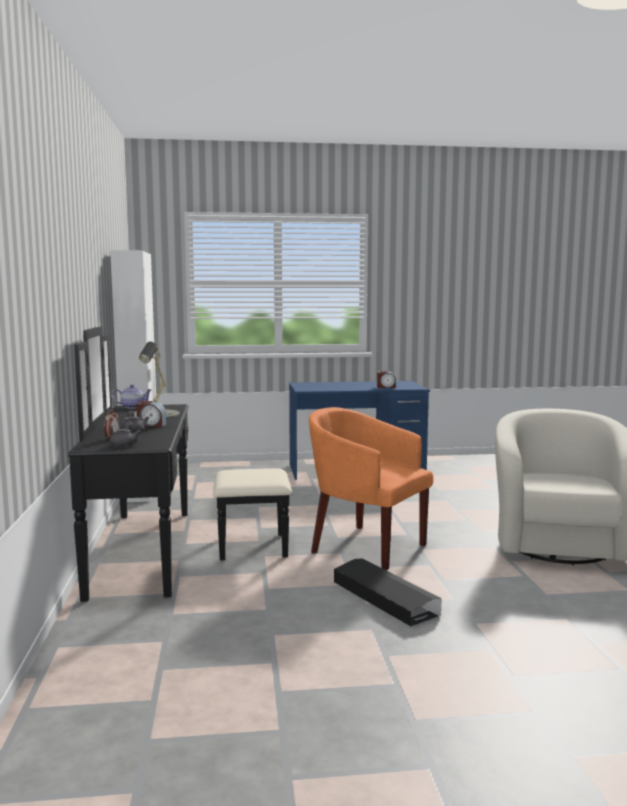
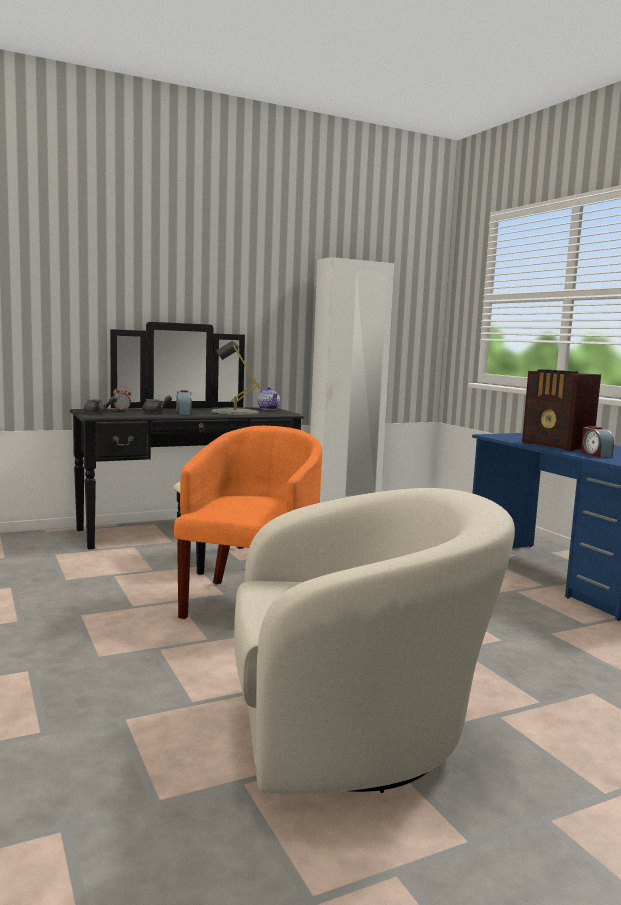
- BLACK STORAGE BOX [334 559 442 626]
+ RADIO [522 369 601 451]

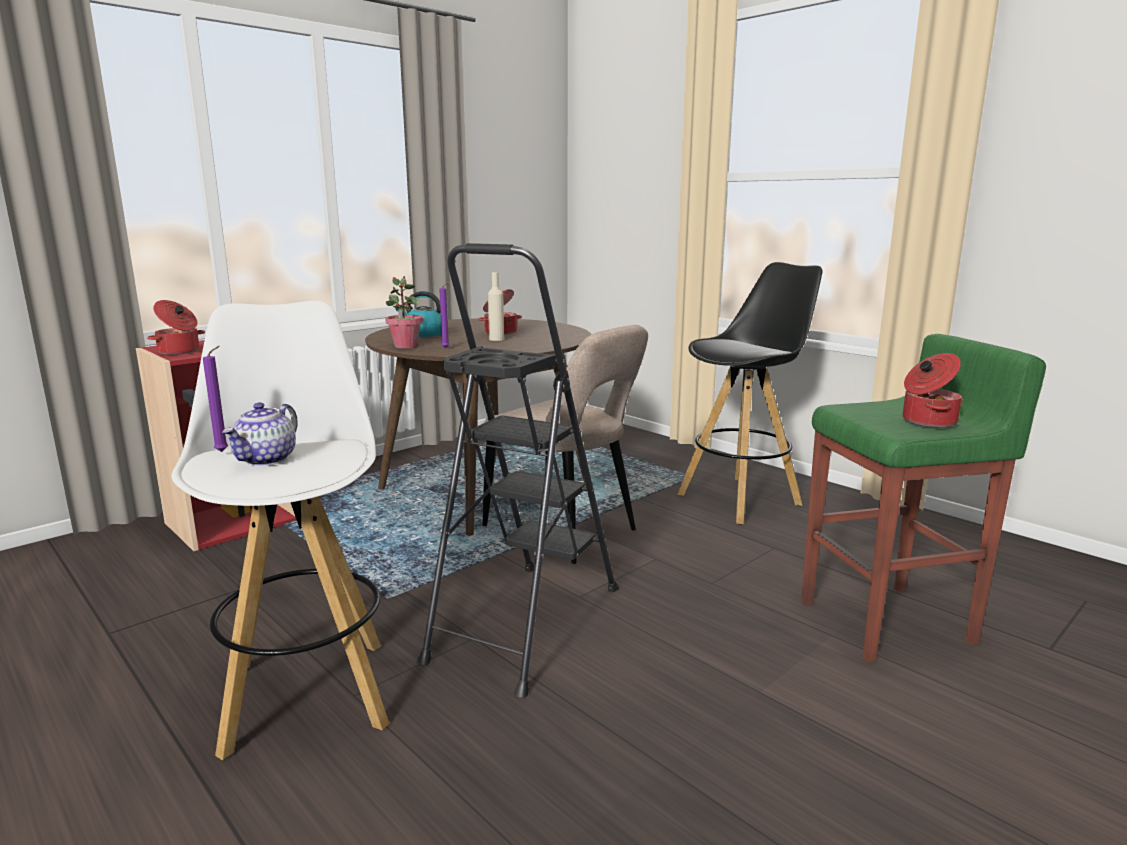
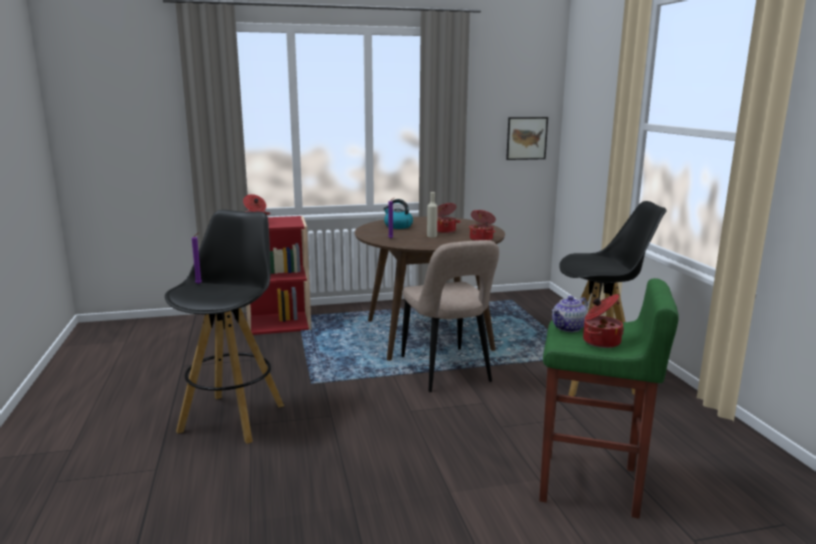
- STEP LADDER [417 243 619 698]
- POTTED PLANT [385 276 423 348]
~ WHITE STOOL [171 301 389 760] to BLACK STOOL [165 210 284 444]
~ TEAPOT [222 403 298 466] to [552 296 588 332]
+ PICTURE [506 117 548 160]
+ COOKING POT [469 210 496 241]

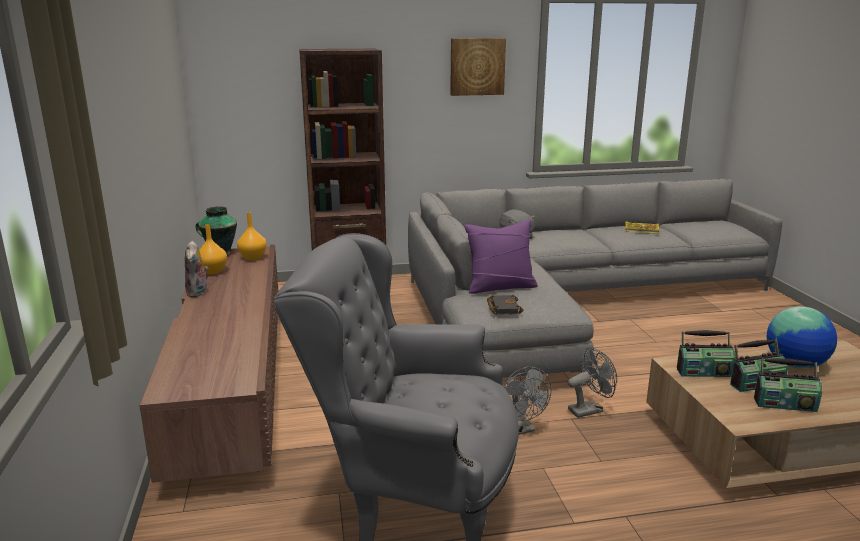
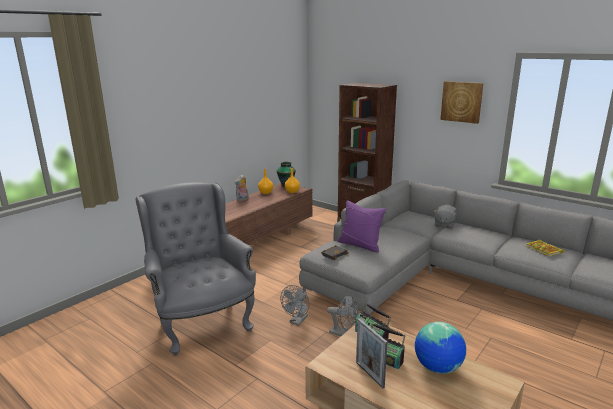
~ RADIO [754 358 822 412] to PICTURE FRAME [356 318 387 388]

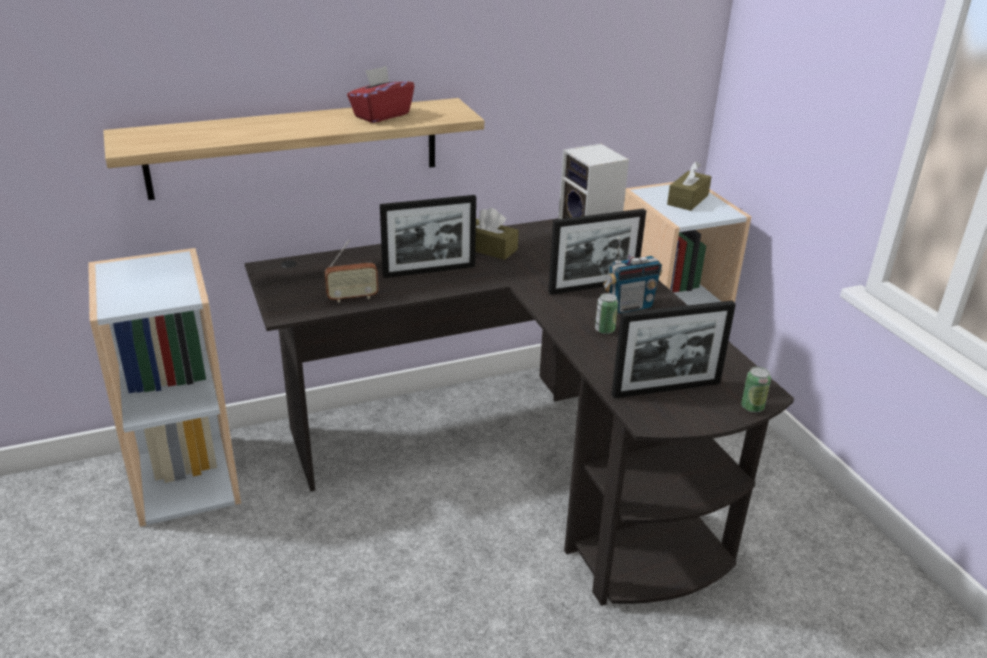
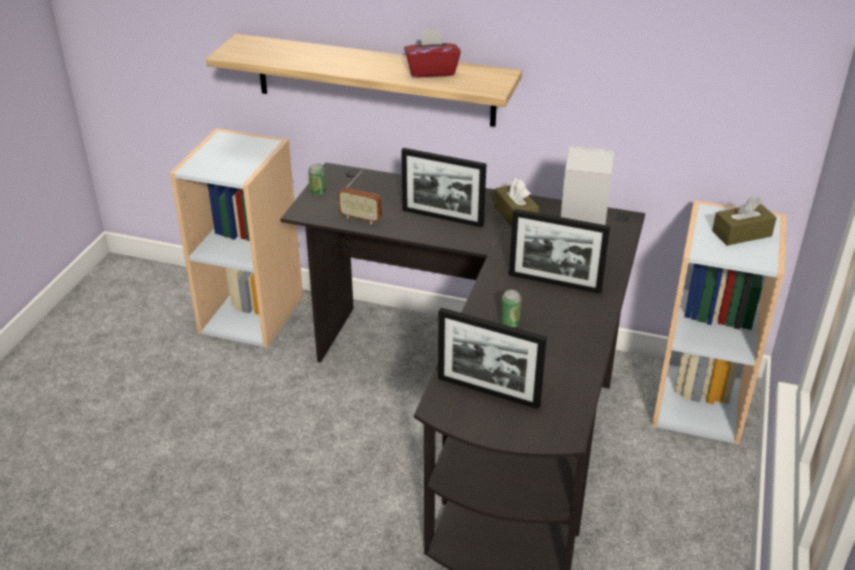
- RADIO [603 237 662 314]
~ CAN [741 366 771 413] to [308 163 326 196]

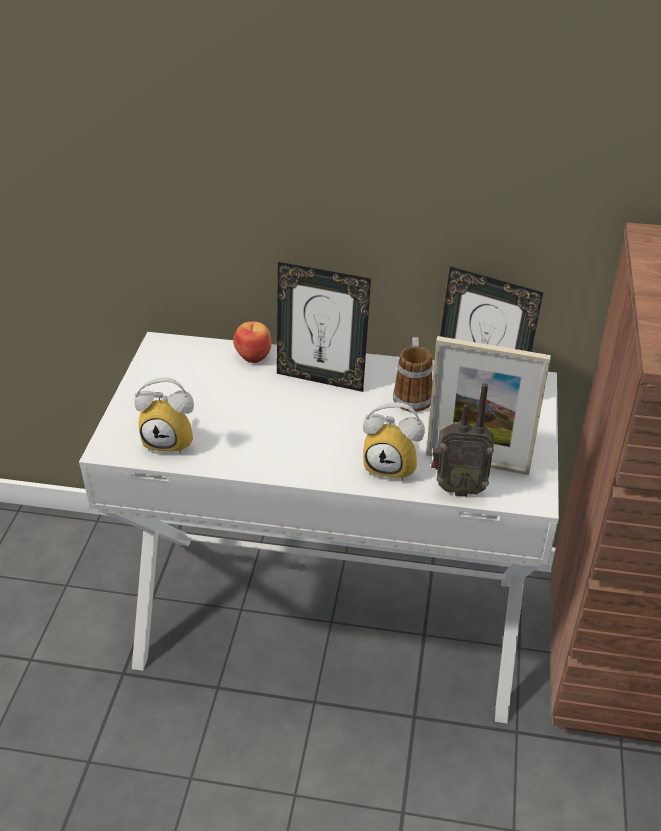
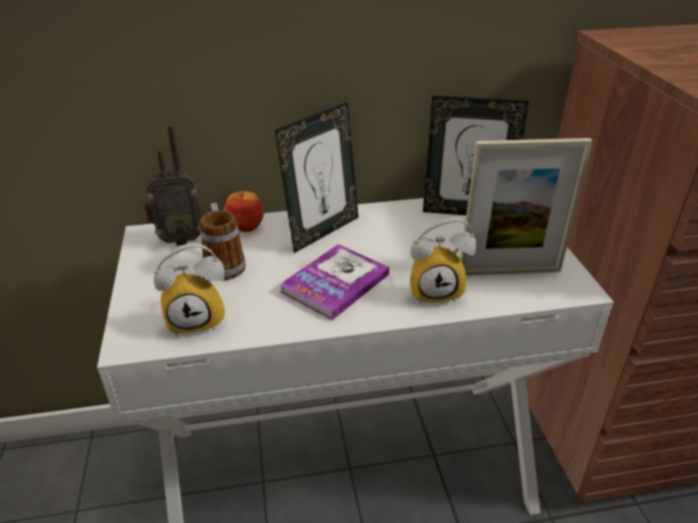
~ PICTURE FRAME [277 262 371 392] = [275 102 359 253] 45 degrees counterclockwise
~ MUG [393 337 433 412] to [200 203 246 280]
~ RADIO [431 383 494 497] to [143 125 201 246]
+ BOOK [279 244 389 320]

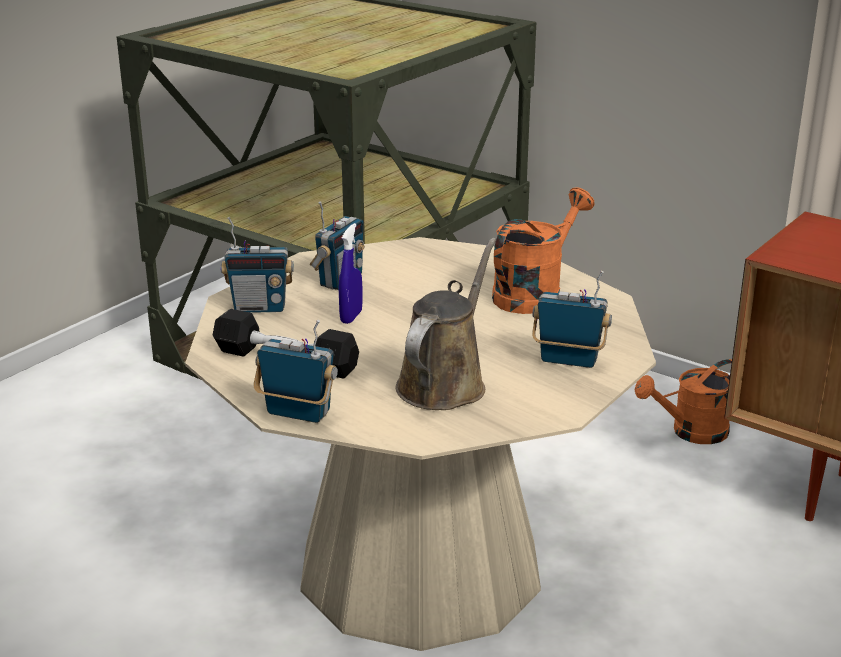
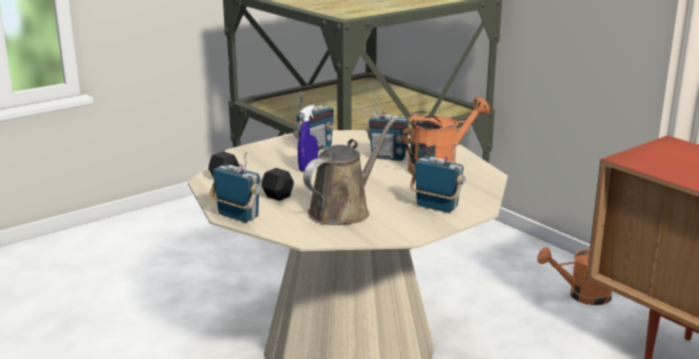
~ RADIO [220 217 294 313] to [365 94 412 161]

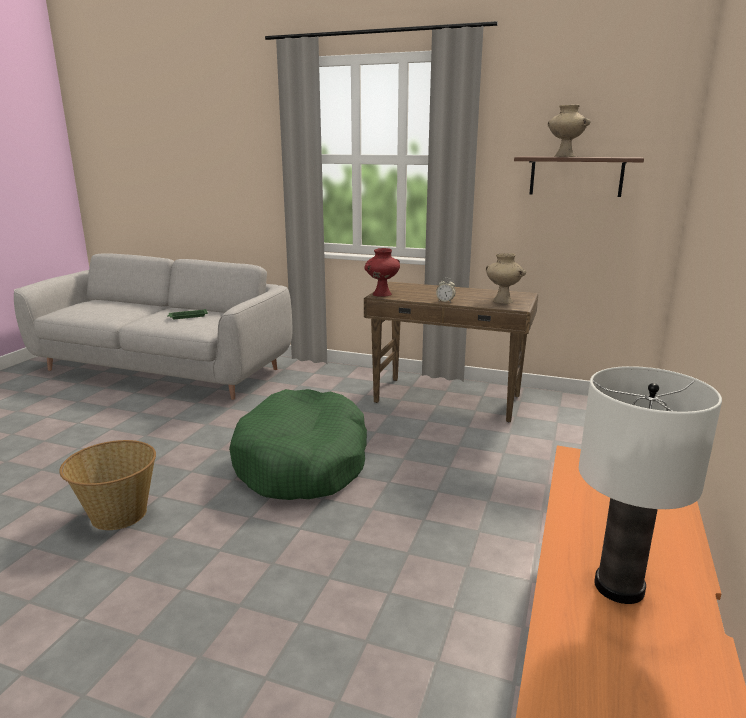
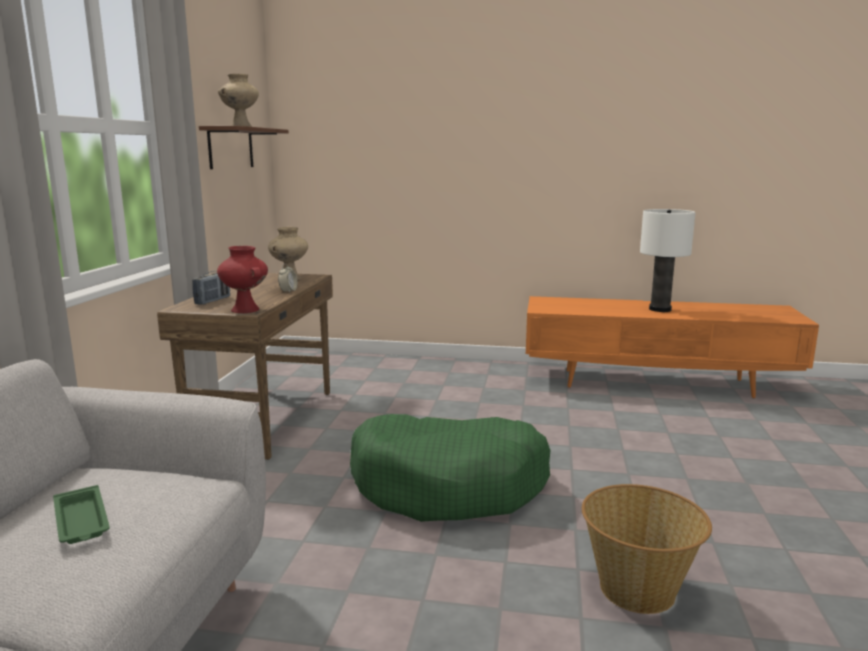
+ RADIO [192 271 230 305]

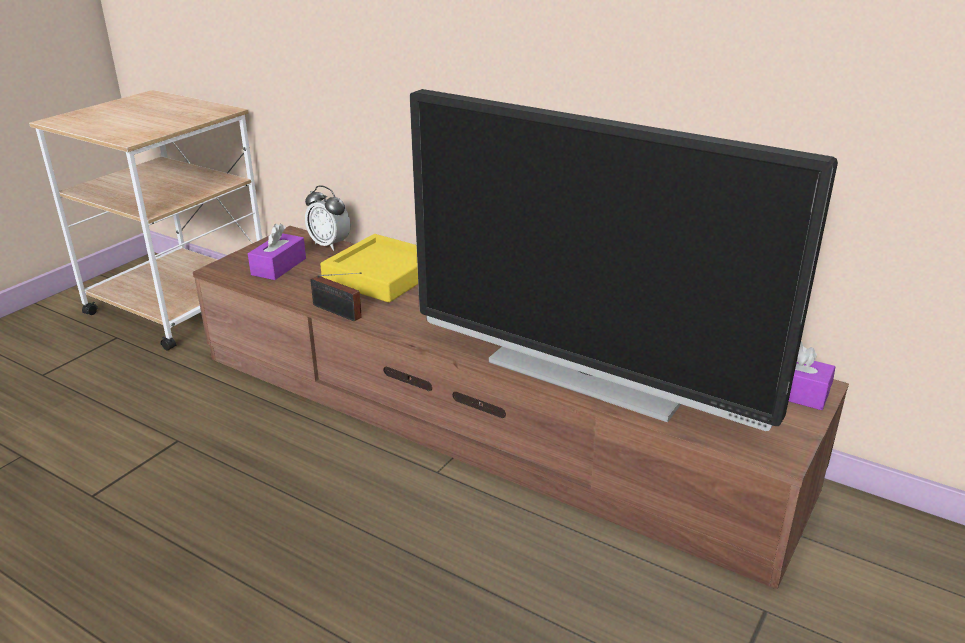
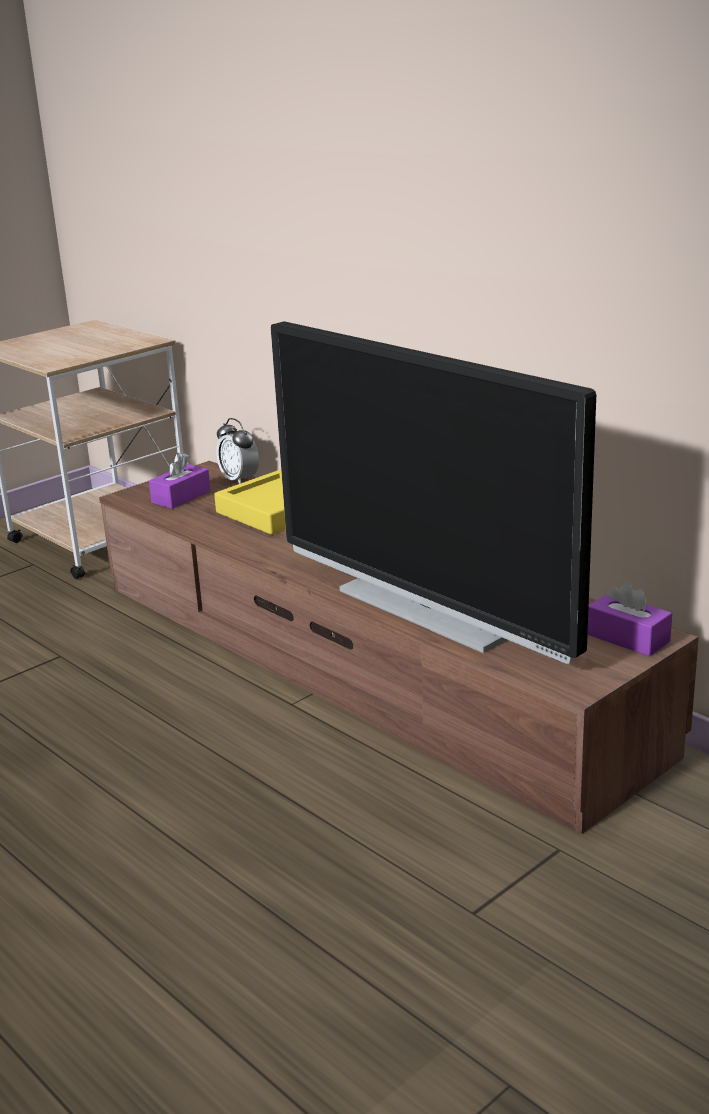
- RADIO [310 273 362 321]

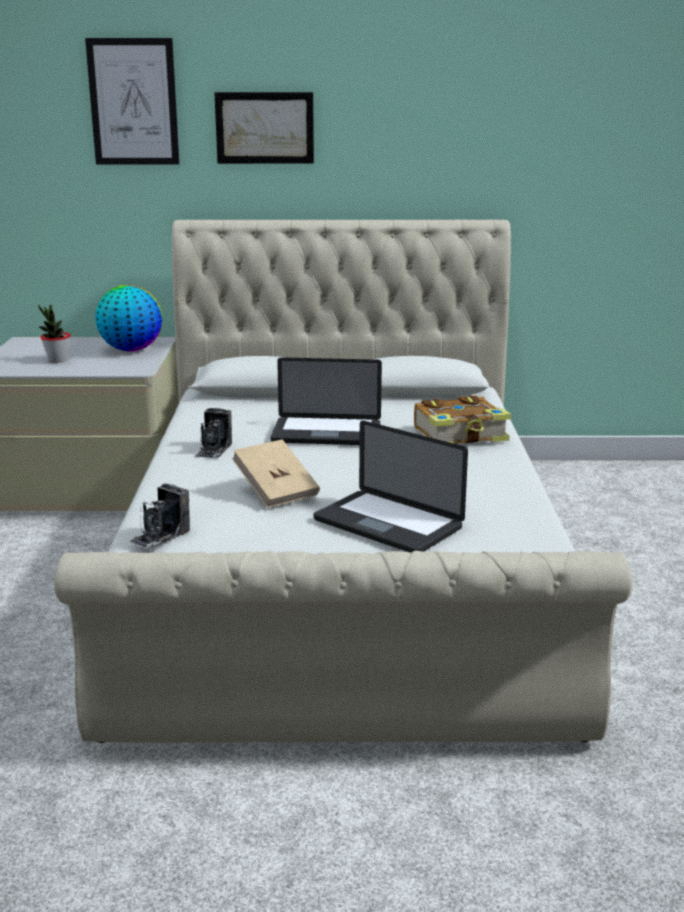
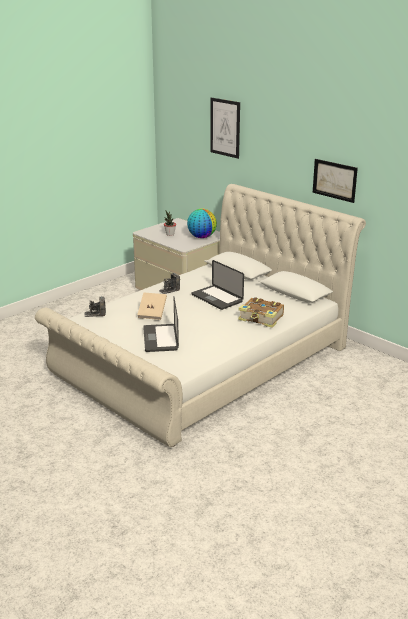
~ PICTURE [214 92 314 164] to [313 159 358 203]

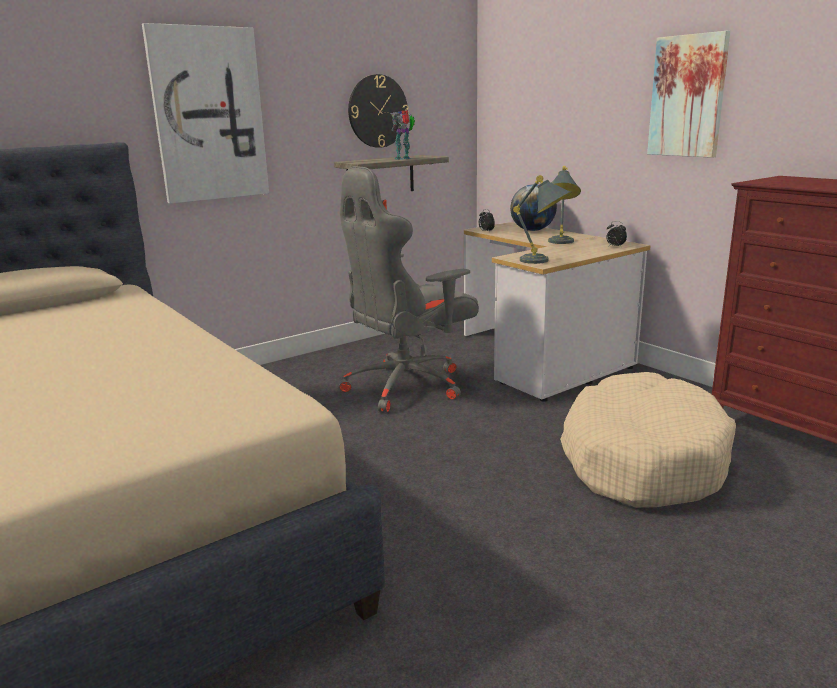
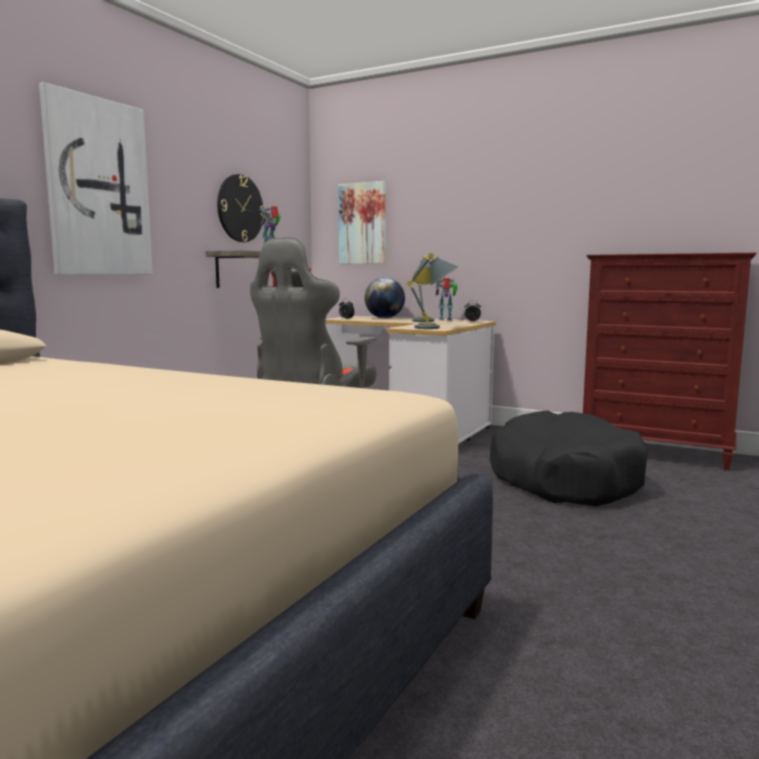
~ PICTURE [647 31 730 158] to [338 181 386 264]
~ BEIGE DOG BED [560 372 736 508] to BLACK DOG BED [490 410 648 506]
+ TOY ROBOT [436 278 458 320]

